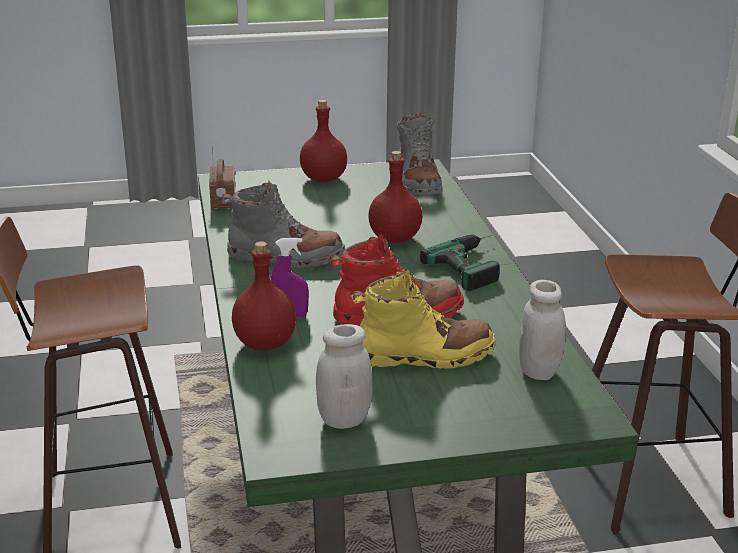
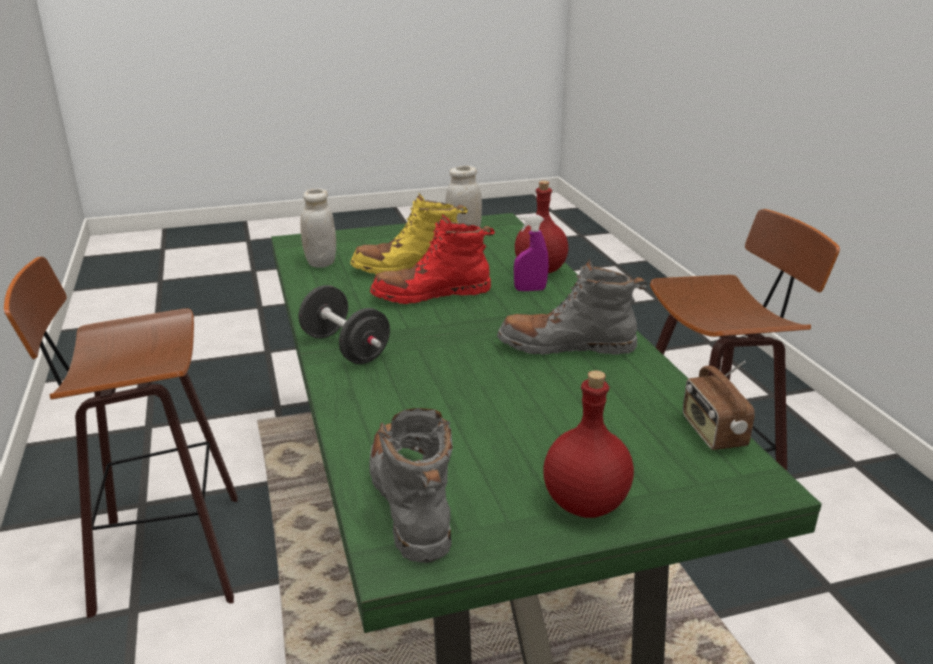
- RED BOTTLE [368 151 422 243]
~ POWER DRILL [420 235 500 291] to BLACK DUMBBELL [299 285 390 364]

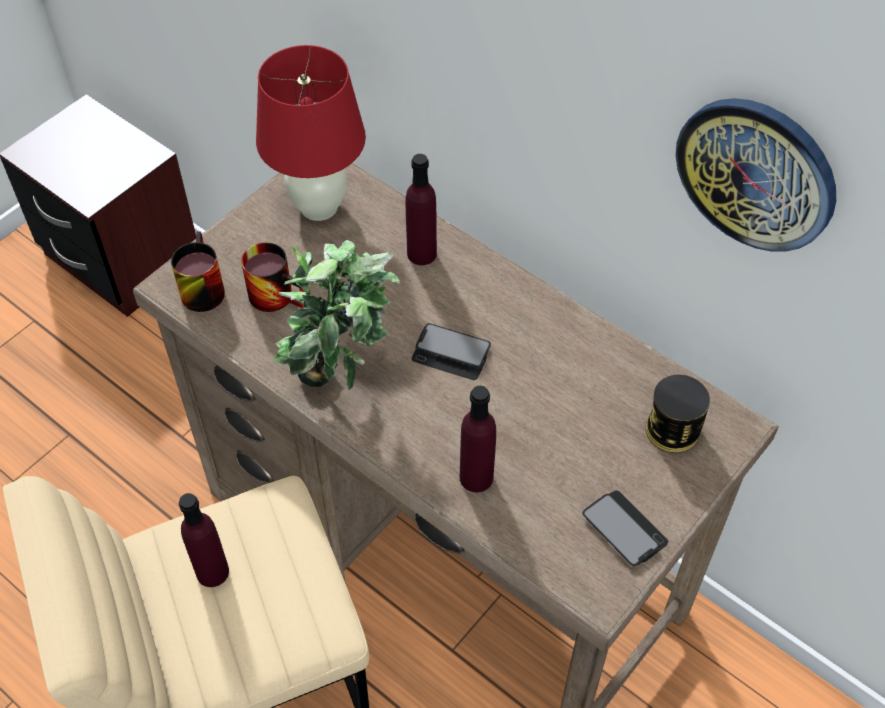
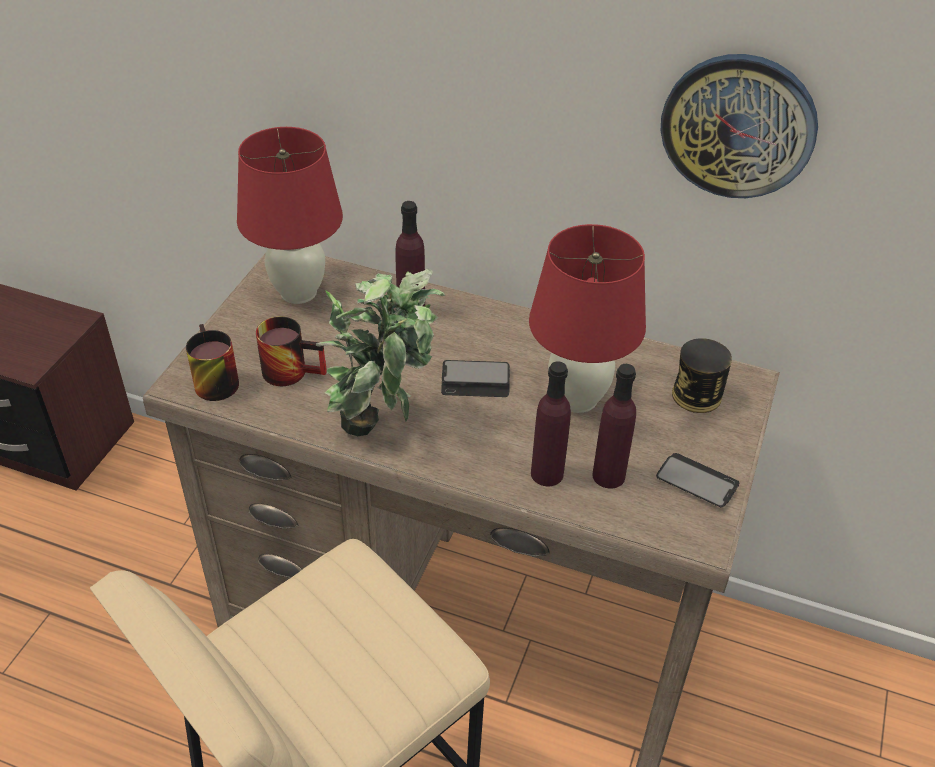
~ PURPLE BOTTLE [179 493 229 587] to [592 364 636 489]
+ RED TABLE LAMP [529 224 646 413]

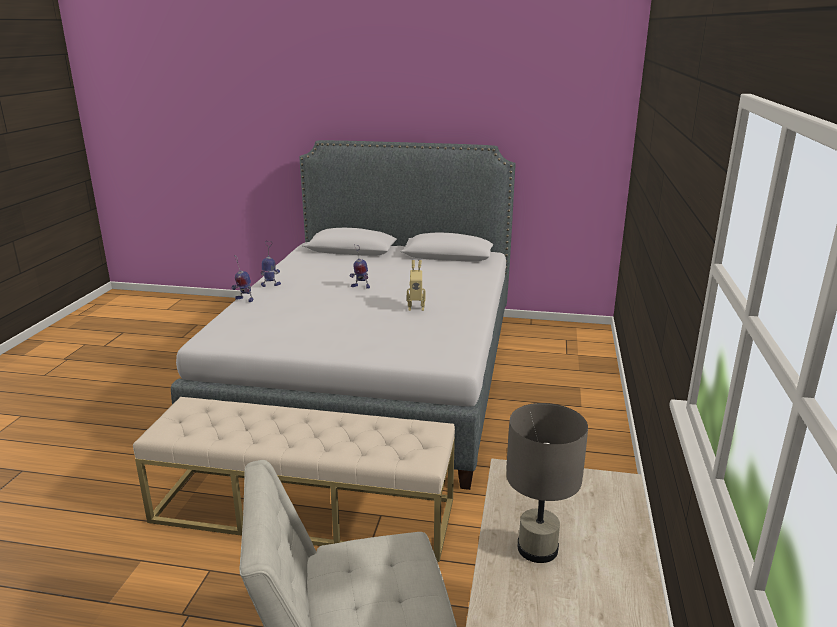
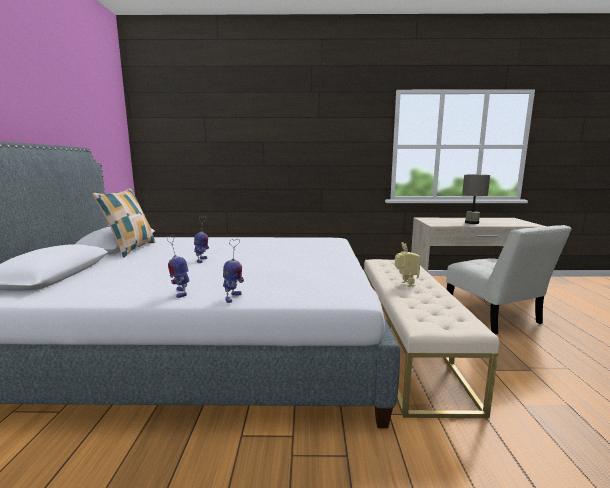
~ TOY ROBOT [407 260 426 311] to [395 242 421 287]
+ PILLOW [92 188 155 258]

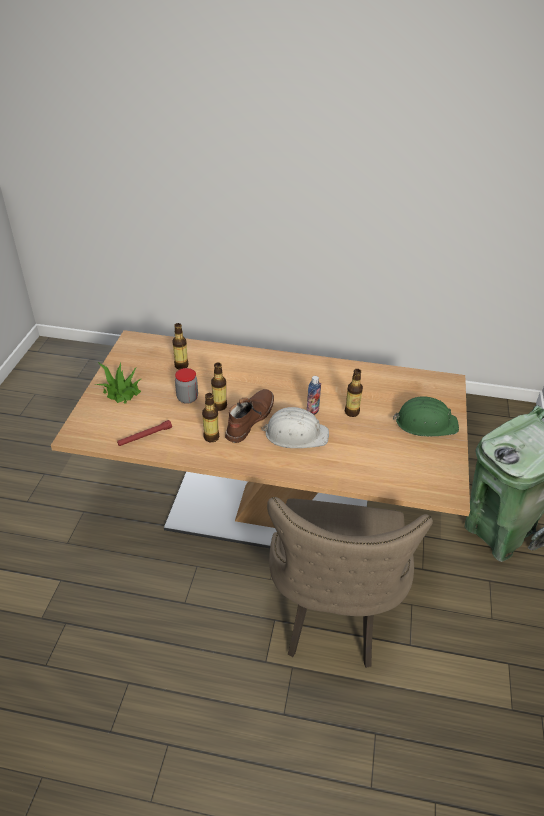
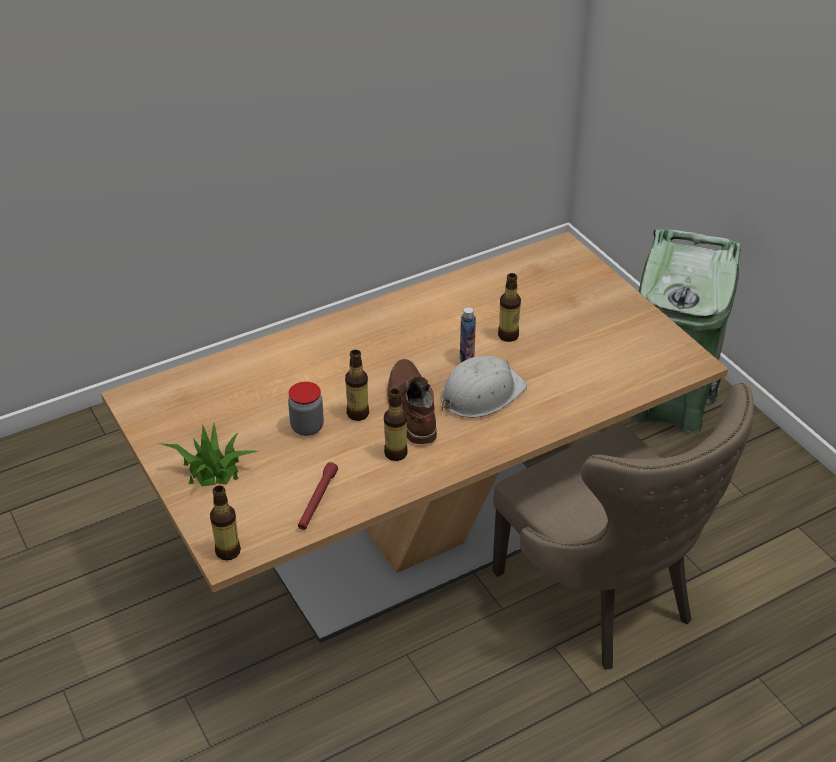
~ BOTTLE [172 323 189 370] to [210 486 241 560]
- GREEN HARD HAT [393 397 459 436]

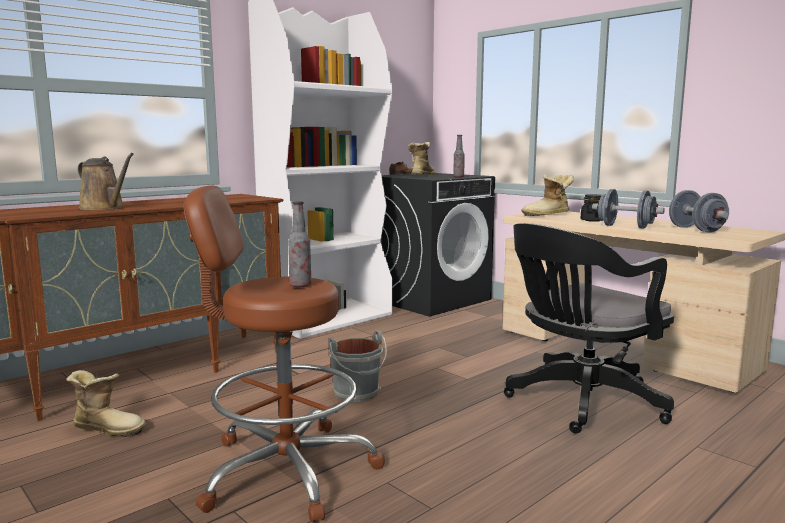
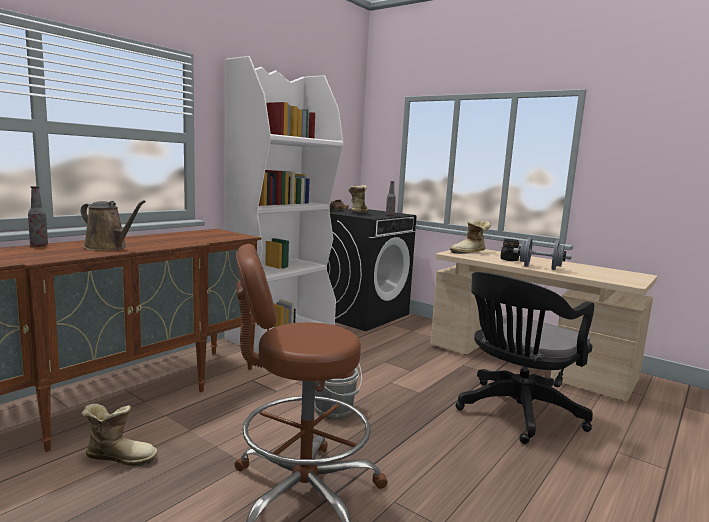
- GREY DUMBBELL [669 190 729 232]
~ BOTTLE [288 201 311 287] to [28 186 48 247]

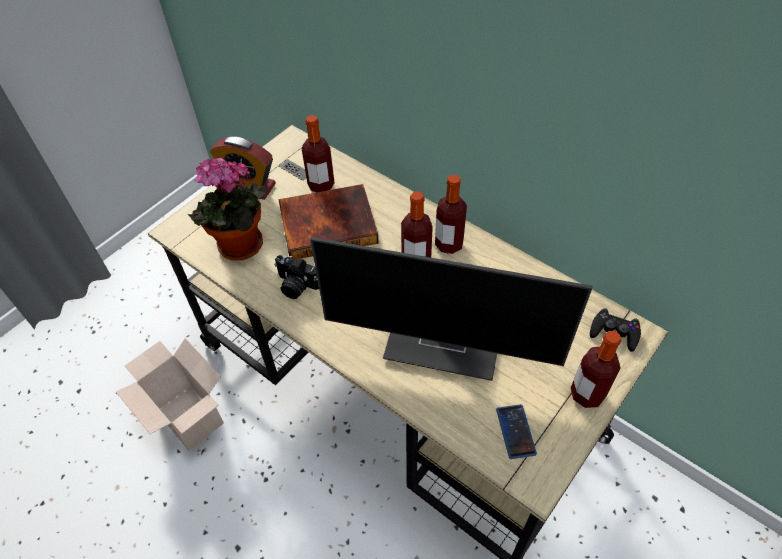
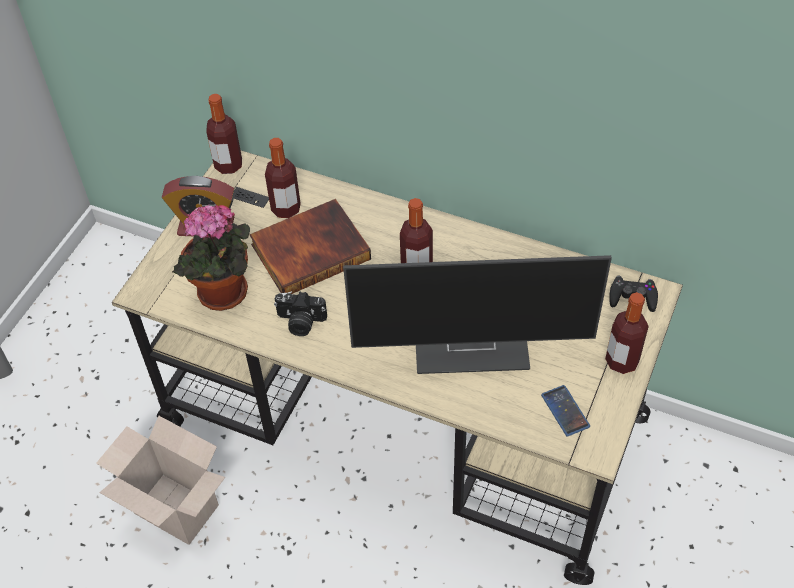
~ BOTTLE [435 175 467 254] to [206 94 242 174]

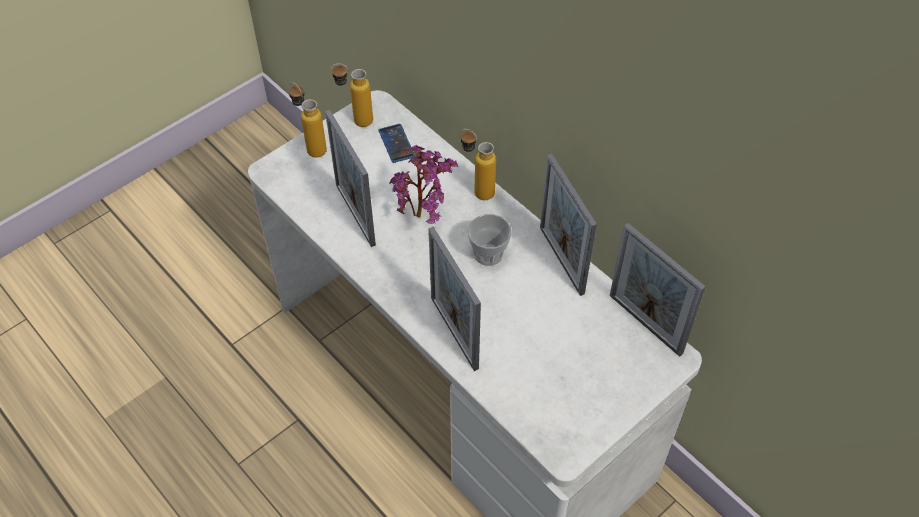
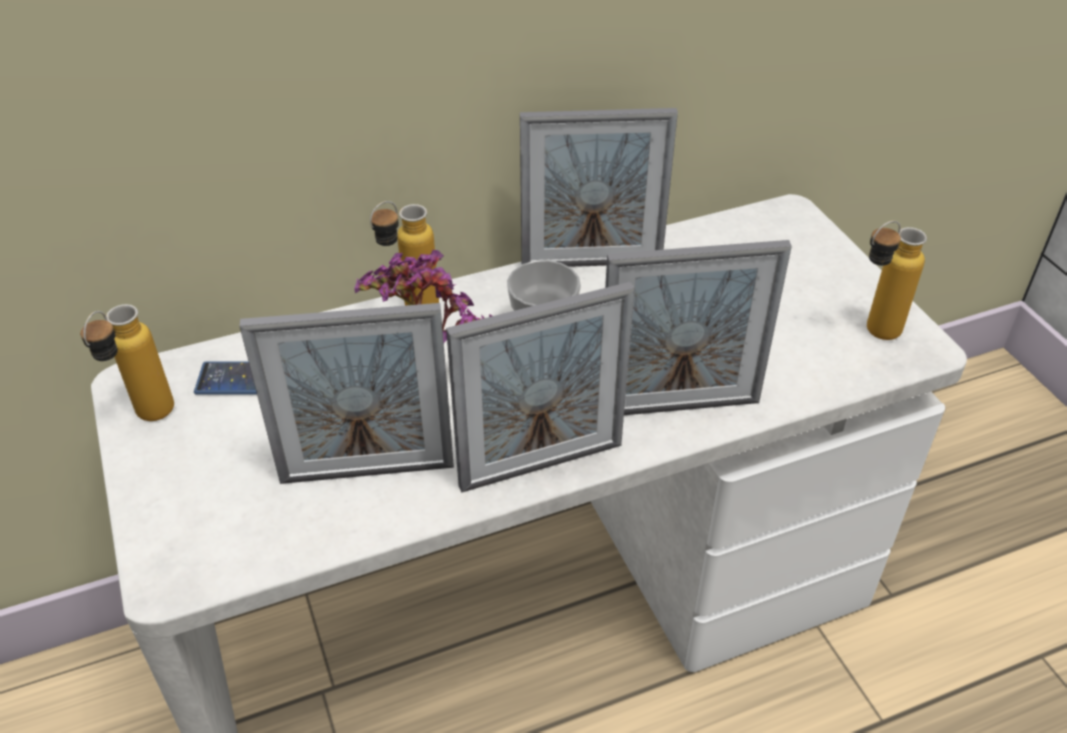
~ BOTTLE [289 82 327 158] to [867 221 927 340]
~ PICTURE FRAME [610 223 706 357] to [446 282 634 493]

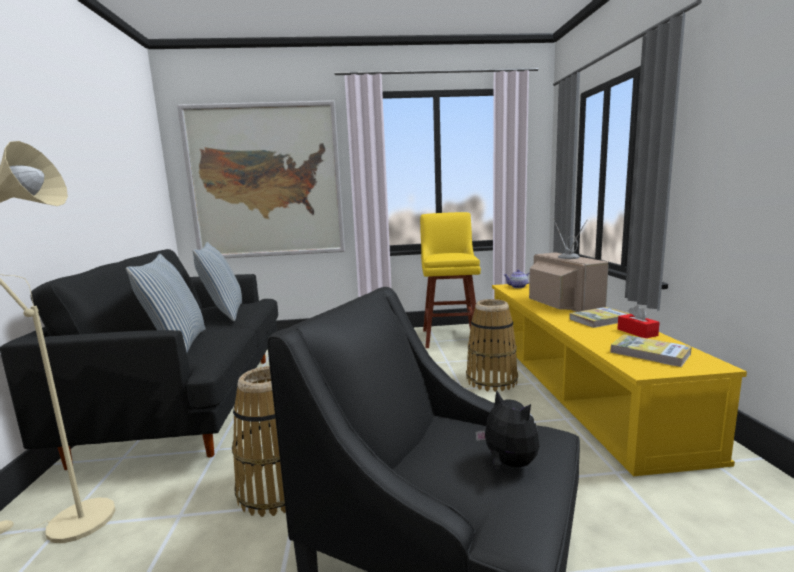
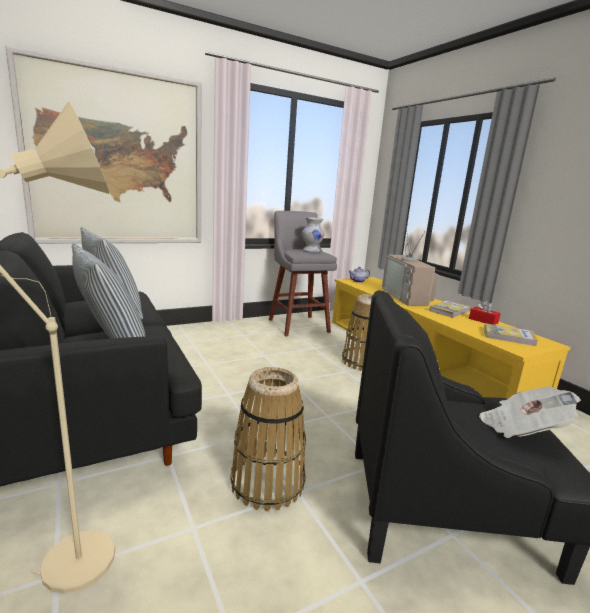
~ YELLOW STOOL [420 212 481 348] to GREY STOOL [269 211 337 337]
~ TELEVISION [529 218 609 312] = [382 228 439 306] 150 degrees counterclockwise
~ PLUSH TOY [475 390 539 469] to NEWSPAPER [479 386 581 438]
+ WHITE VASE [302 217 324 252]

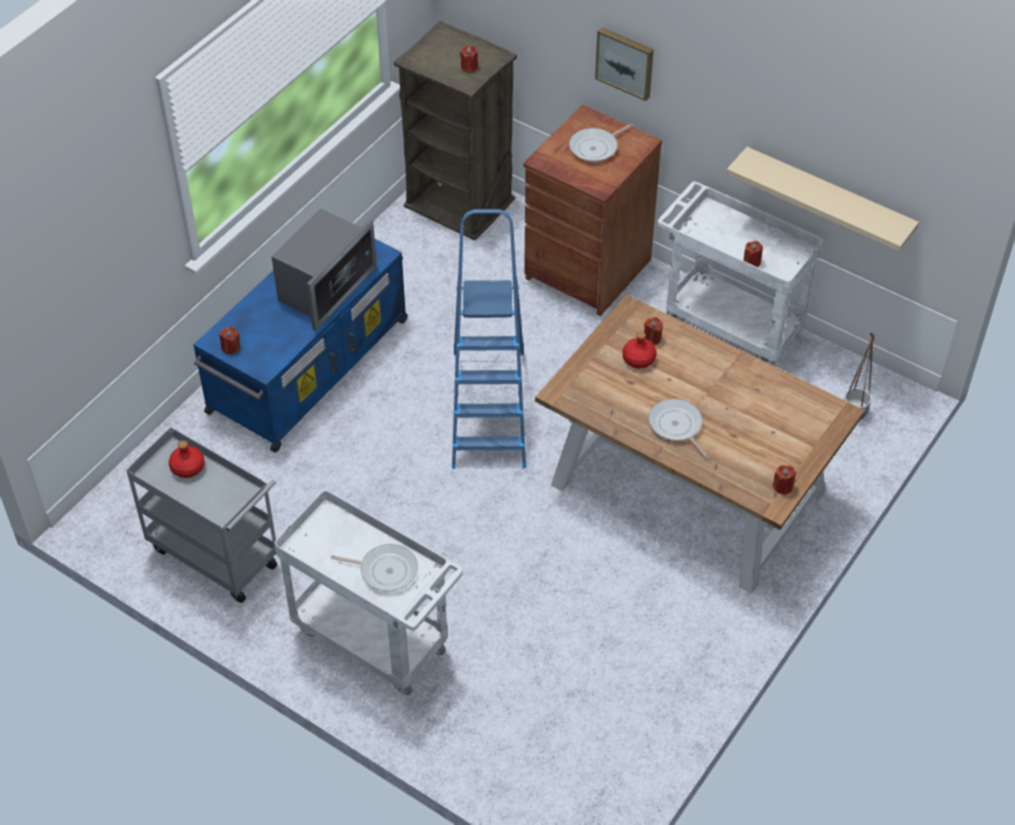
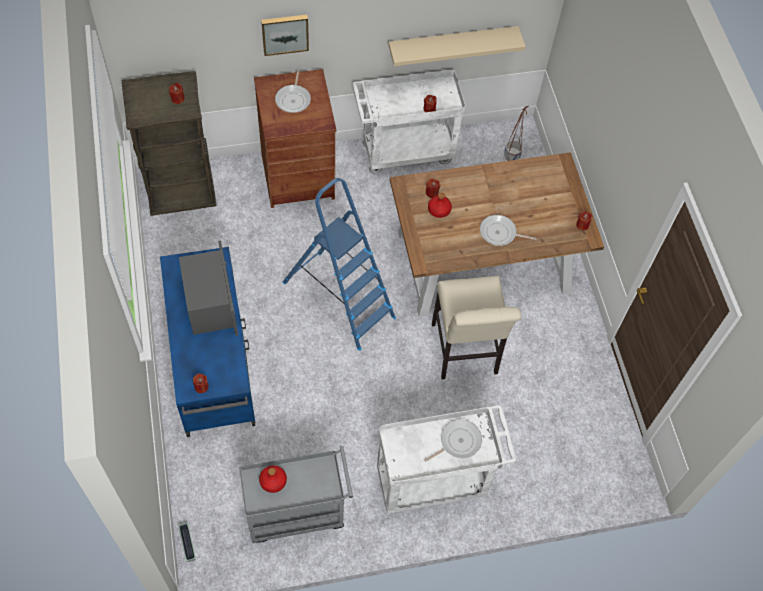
+ BEIGE STOOL [432 276 521 379]
+ PLANTER [178 523 196 562]

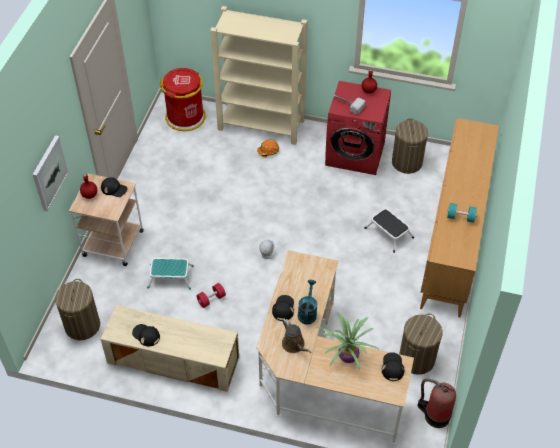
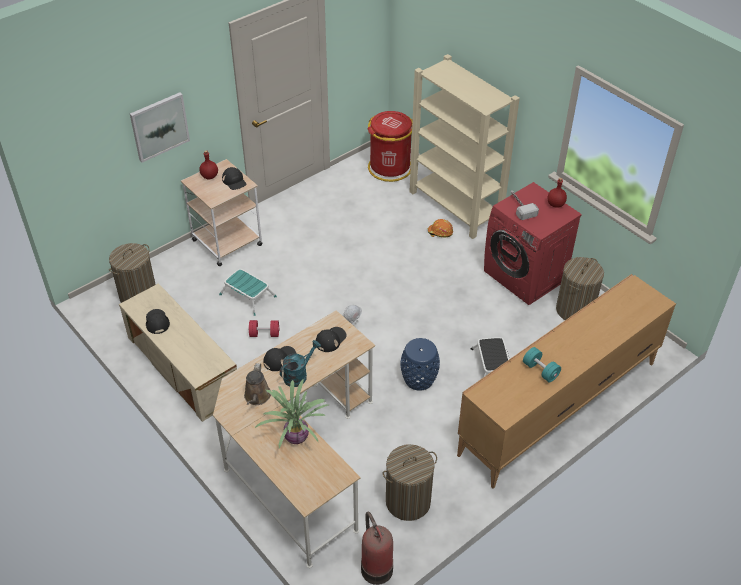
~ BLACK CAP [382 352 405 381] to [316 327 347 352]
+ BLUE STOOL [401 338 440 391]

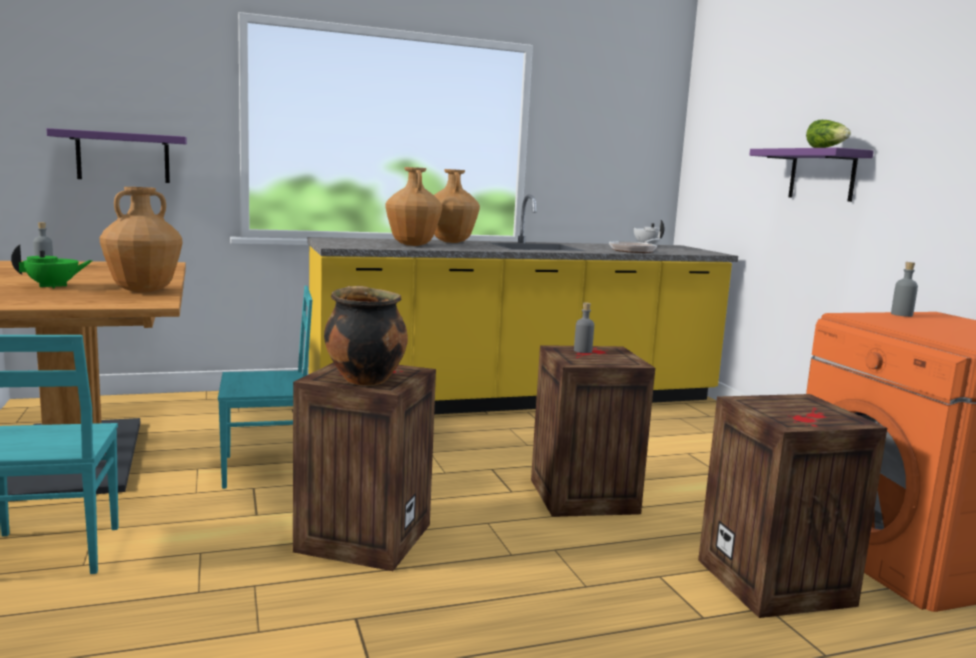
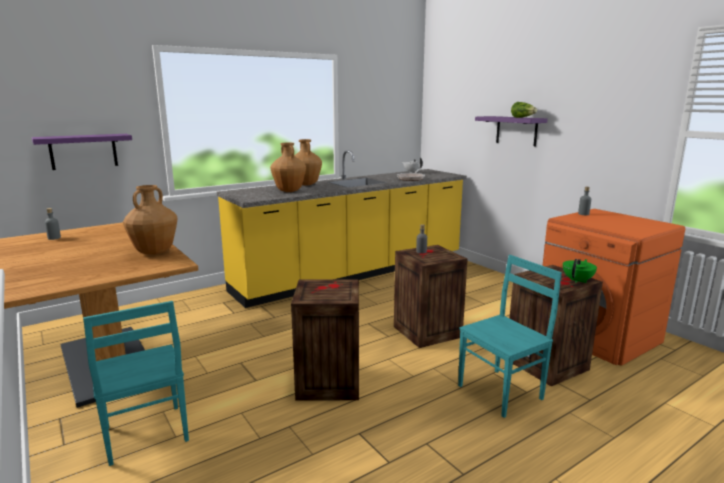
~ GREEN TEAPOT [11 244 93 289] to [563 259 597 283]
~ TURQUOISE CHAIR [218 286 312 489] to [458 255 562 418]
- COOKING POT [324 286 408 386]

